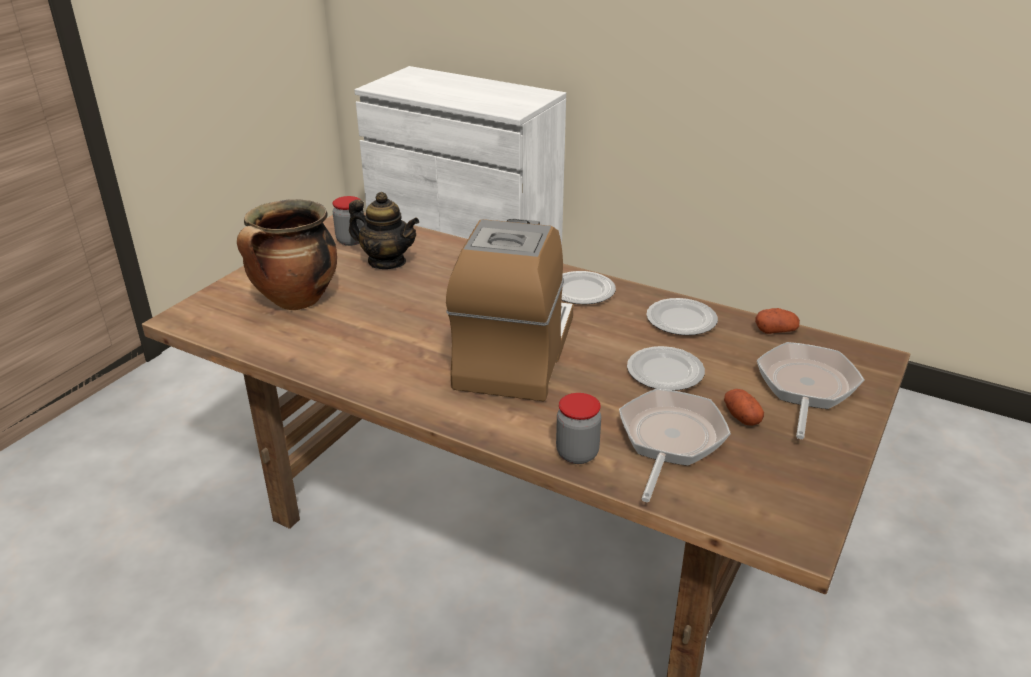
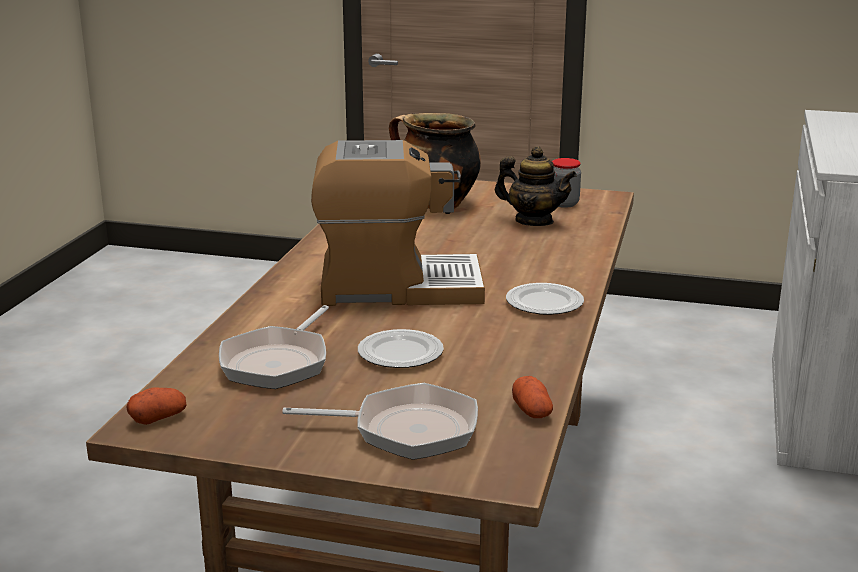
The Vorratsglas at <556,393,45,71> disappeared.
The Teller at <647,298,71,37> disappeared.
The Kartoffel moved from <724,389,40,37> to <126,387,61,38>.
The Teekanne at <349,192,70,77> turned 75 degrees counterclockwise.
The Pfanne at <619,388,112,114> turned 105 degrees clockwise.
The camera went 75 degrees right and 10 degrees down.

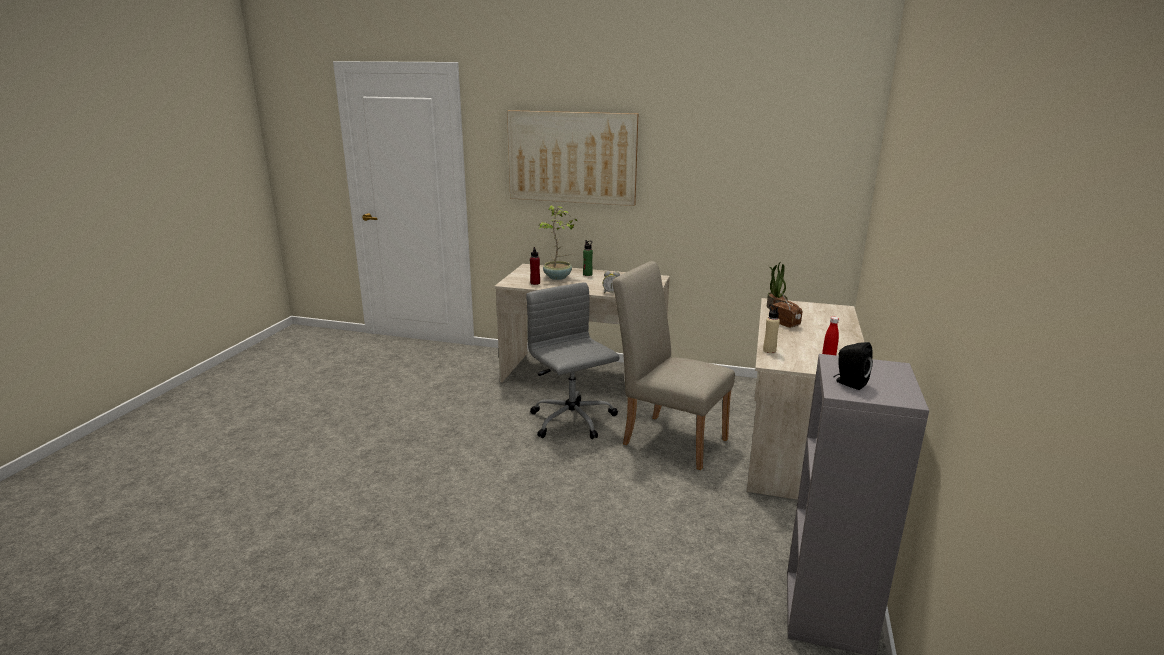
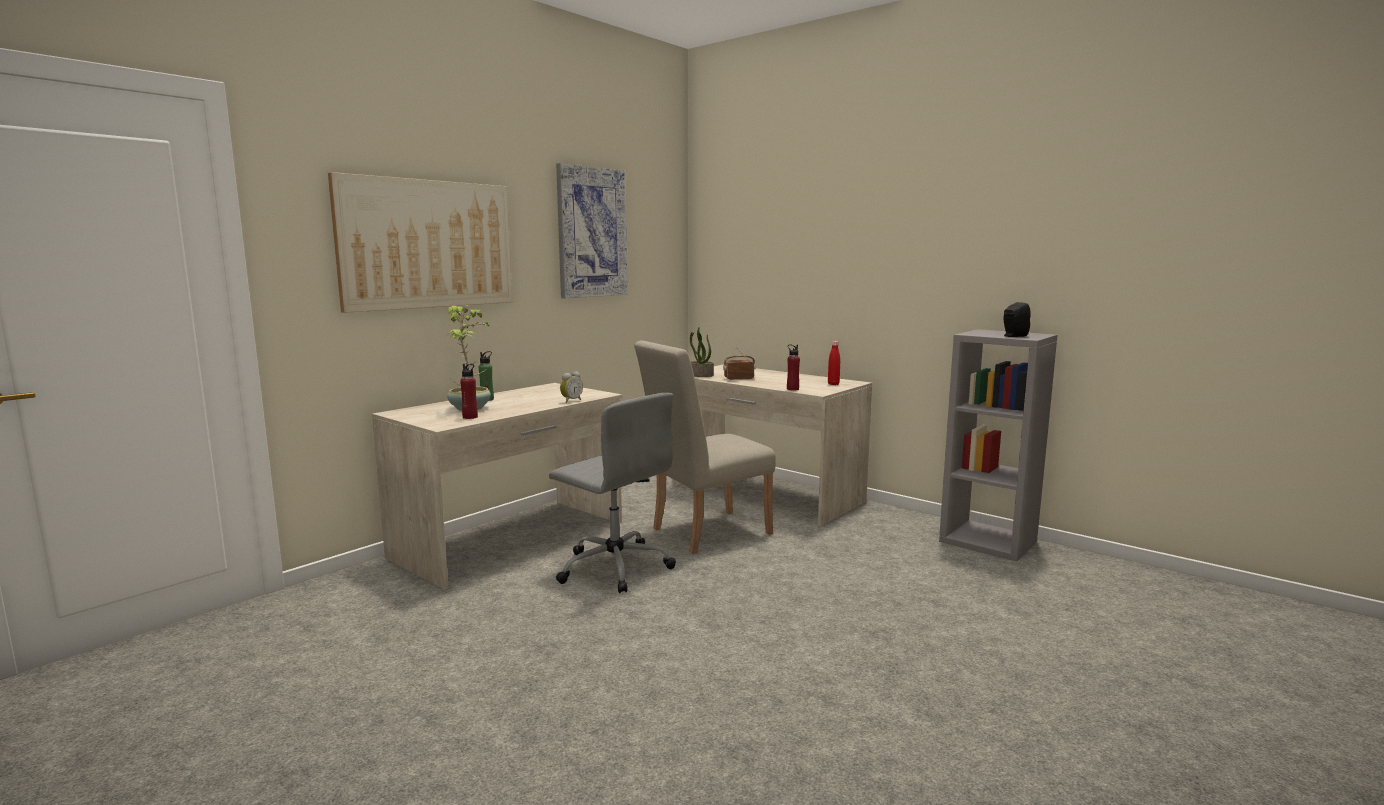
The Bild at <556,163,72,135> appeared.
The Flasche (beige) at <763,304,17,49> became the Flasche (rot) at <787,344,13,47>.
The Bürostuhl (grau) at <526,282,94,157> turned 135 degrees counterclockwise.
The camera went 65 degrees left and 10 degrees down.

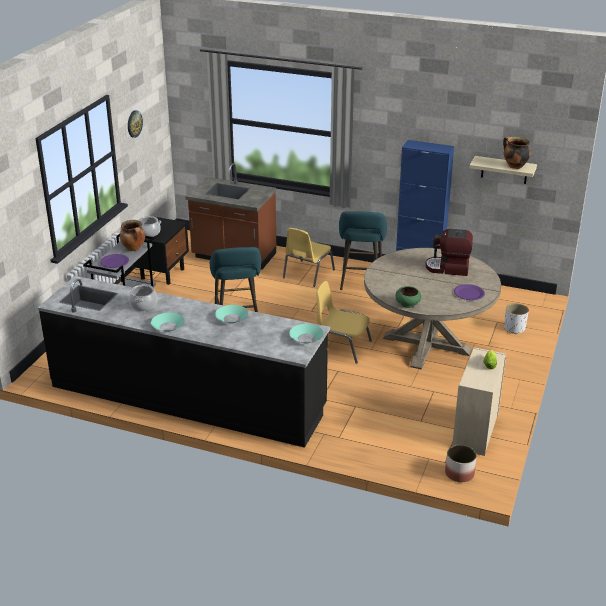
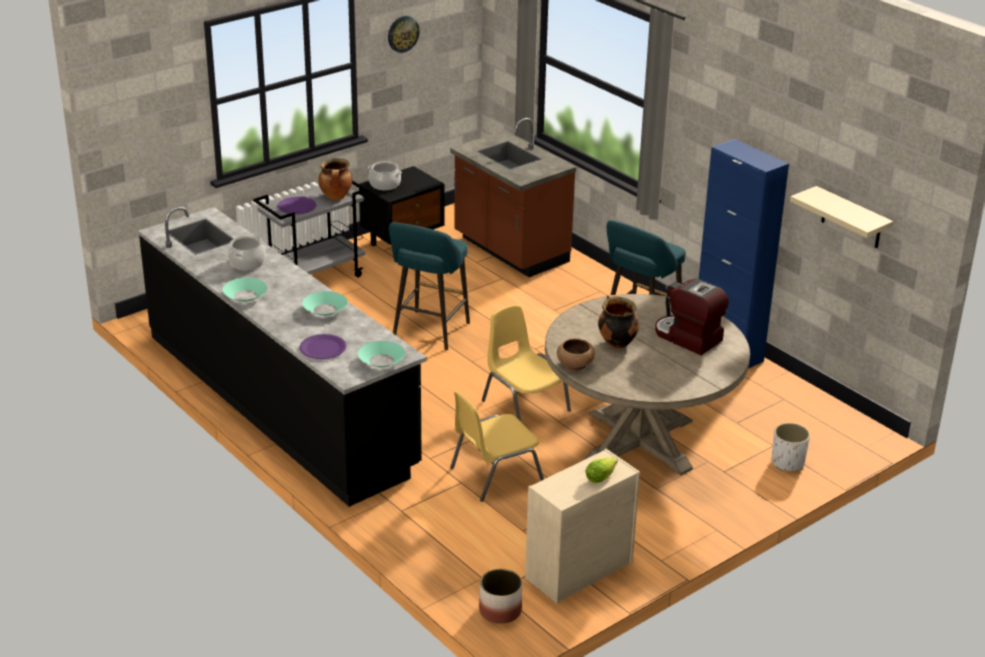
The Stuhl (gelb) moved from <283,228,52,59> to <450,391,94,111>.
The Teller (lila) moved from <454,284,31,16> to <300,334,46,25>.
The Kochtopf moved from <503,137,27,32> to <598,295,41,54>.
The Schüssel (grün) at <395,286,26,22> became the Schüssel (braun) at <557,338,38,33>.
The camera went 30 degrees right and 0 degrees up.

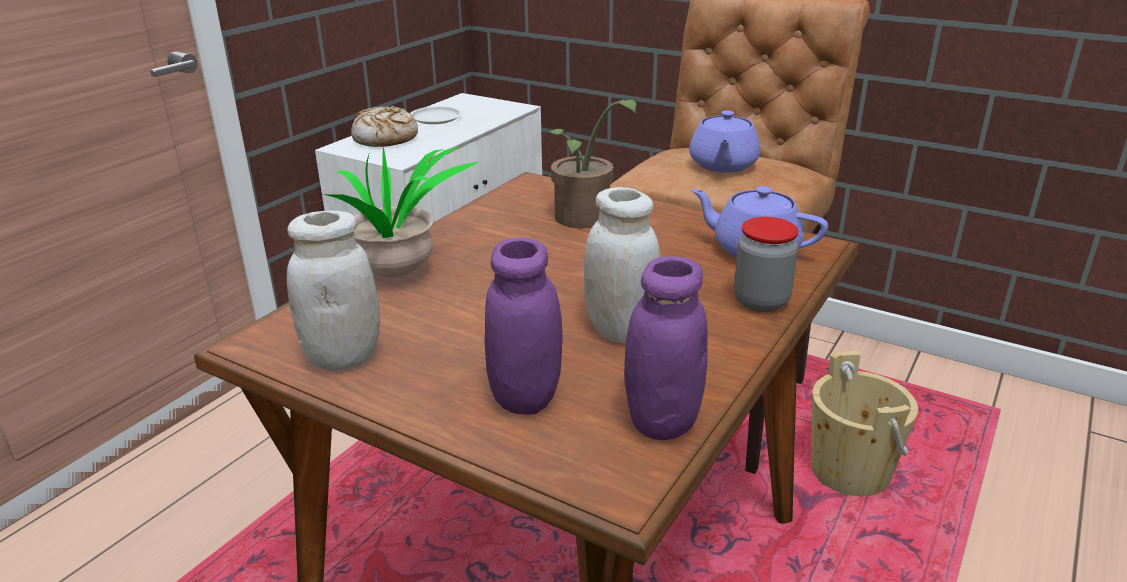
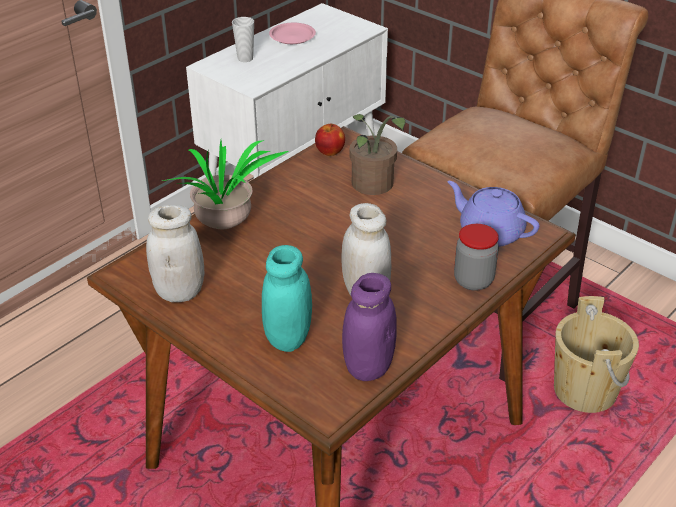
The Teekanne (lila) at <689,111,71,62> disappeared.
The Apfel at <315,124,30,32> appeared.
The Brot at <351,106,67,41> was replaced by the Tasse at <232,17,22,45>.
The Teller (weiß) at <411,106,51,18> became the Teller (rosa) at <269,23,47,21>.
The Vorratsglas (lila) at <484,237,79,178> became the Vorratsglas (türkis) at <262,245,50,107>.
The camera went 10 degrees right and 10 degrees up.

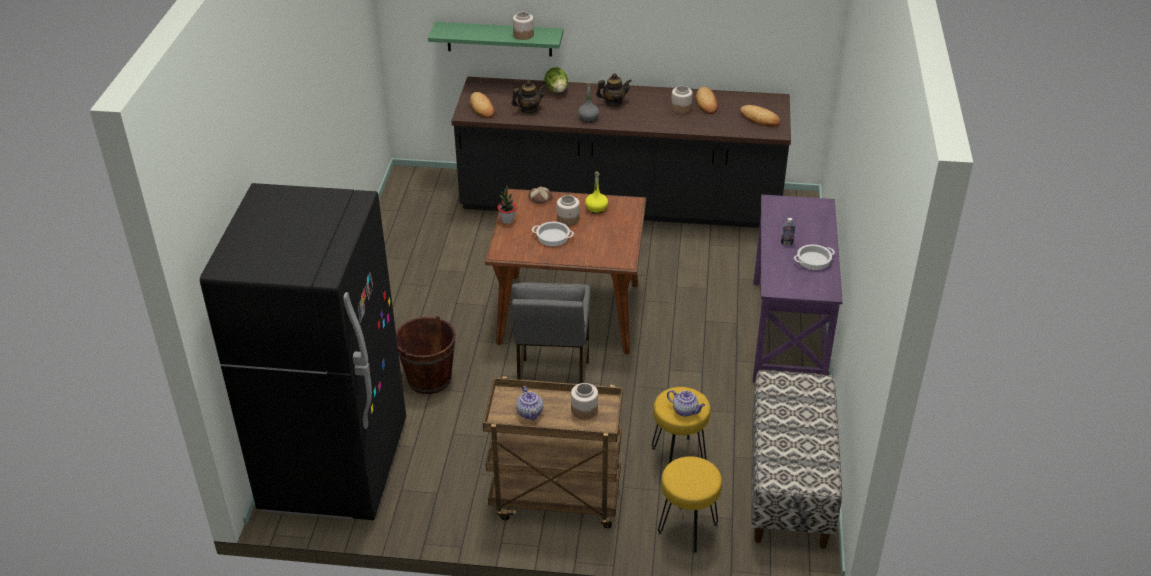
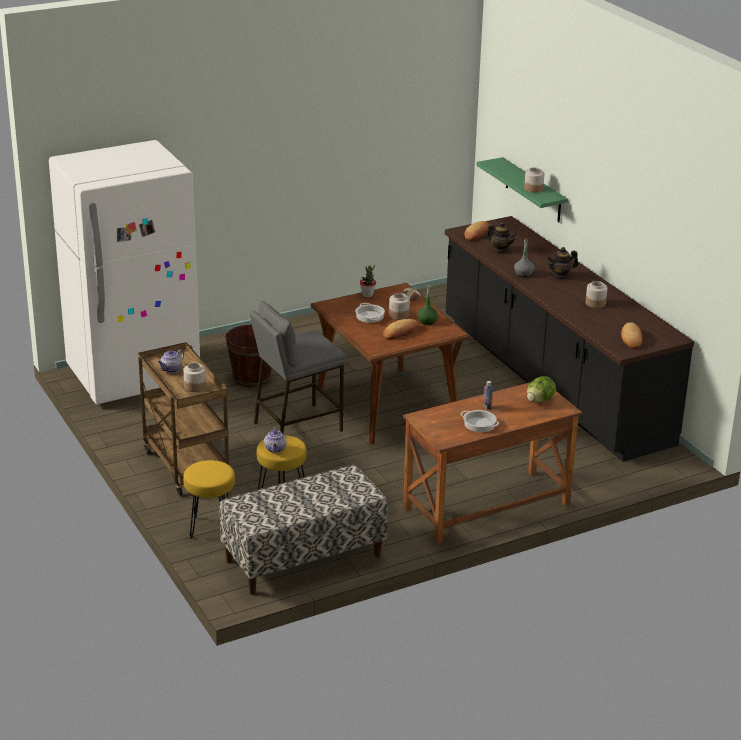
The Salatkopf moved from <544,67,24,26> to <527,376,29,27>.
The Brot moved from <696,87,22,27> to <383,319,35,21>.
The Kühlschrank (schwarz) at <200,183,206,337> became the Kühlschrank (weiß) at <49,140,151,265>.
The Flasche (gelb) at <585,172,23,42> became the Flasche (grün) at <417,285,21,40>.
The Schreibtisch (lila) at <753,194,90,189> became the Schreibtisch (braun) at <403,382,179,162>.
The Teekanne at <596,73,35,33> turned 120 degrees clockwise.
The camera went 55 degrees right and 10 degrees down.

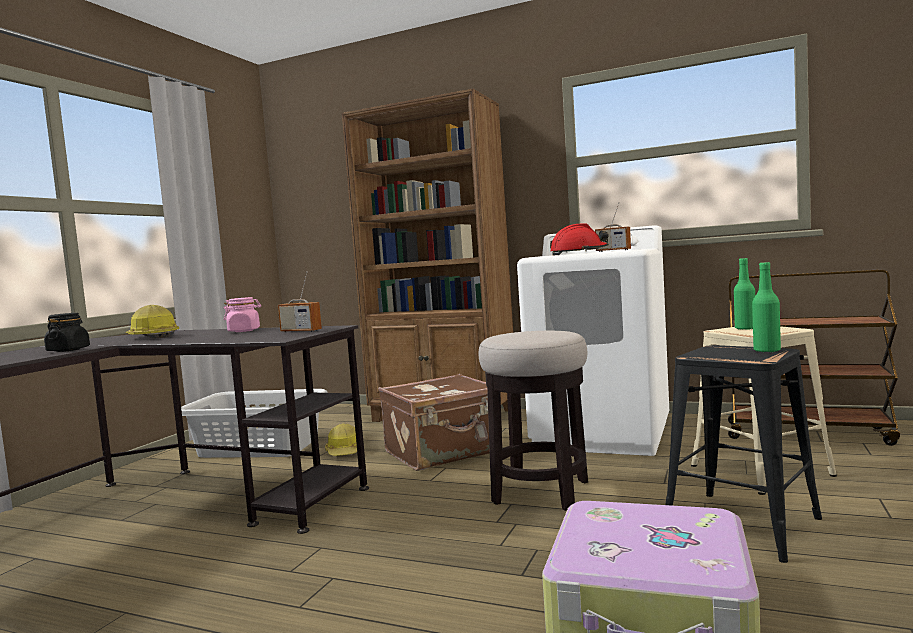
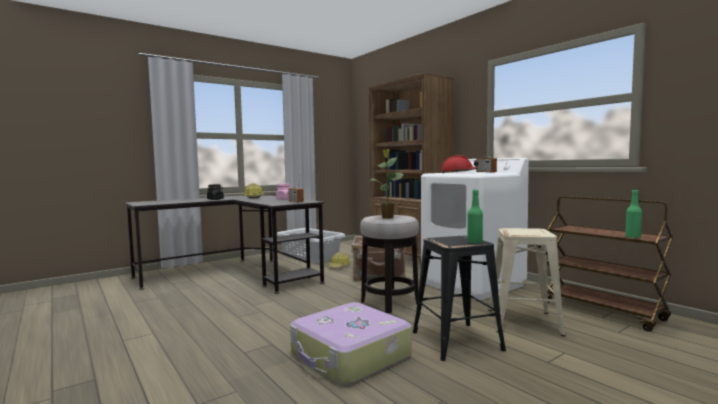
The Topfpflanze at <371,149,33,70> appeared.
The Flasche (grün) moved from <734,258,21,72> to <625,190,17,48>.
The camera went 30 degrees right and 0 degrees up.

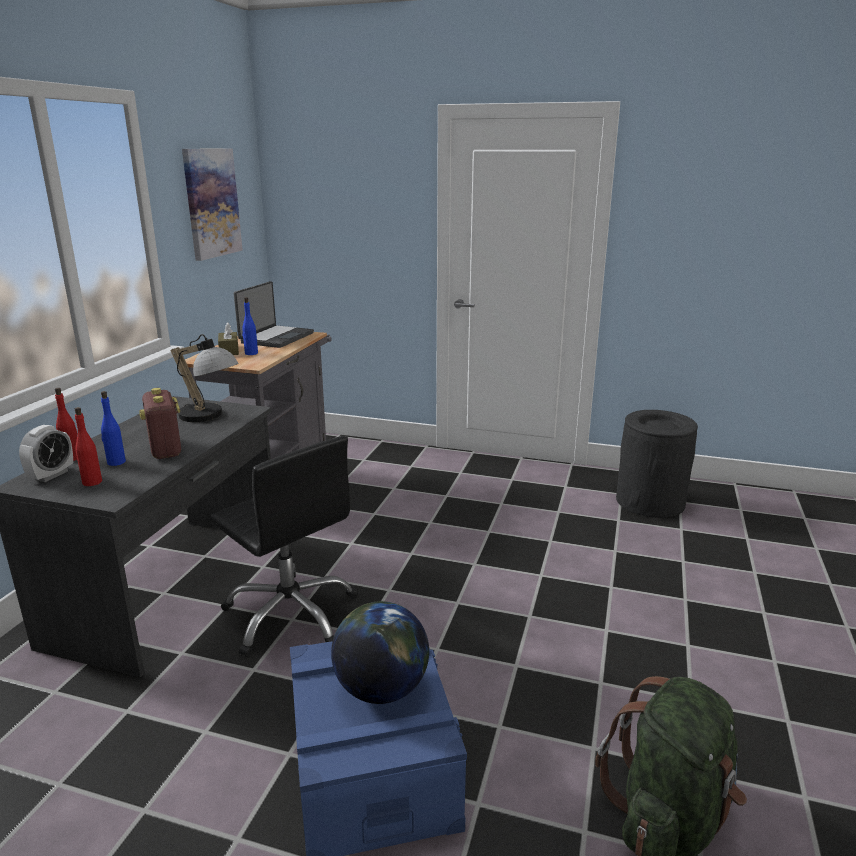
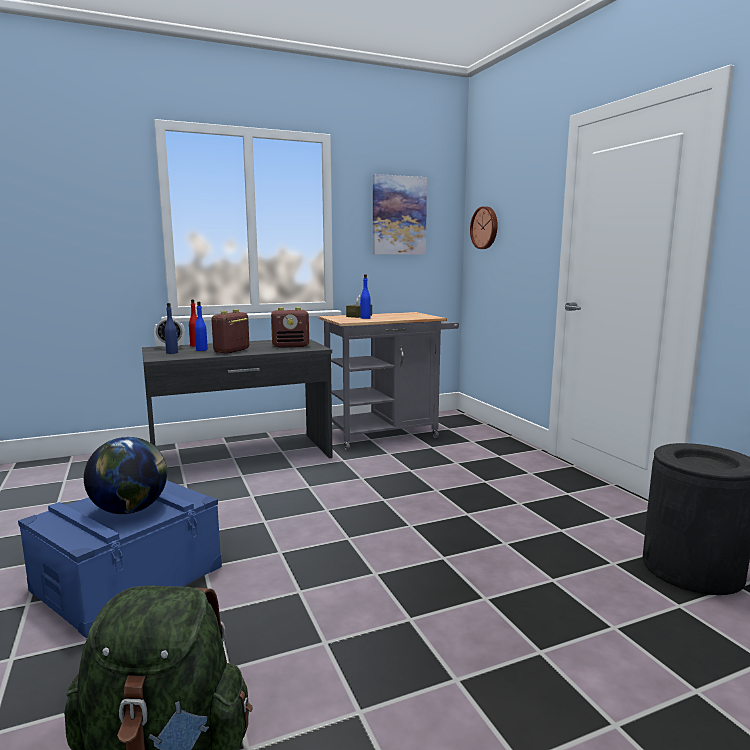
The Bürostuhl (schwarz) at <210,436,148,221> disappeared.
The Laptop at <234,281,80,67> disappeared.
The Wanduhr at <470,206,28,43> appeared.
The Tischlampe at <170,334,68,88> was replaced by the Radio at <271,307,38,41>.
The Flasche (rot) at <75,407,27,79> became the Flasche (blau) at <165,303,13,51>.
The camera went 50 degrees right and 10 degrees down.

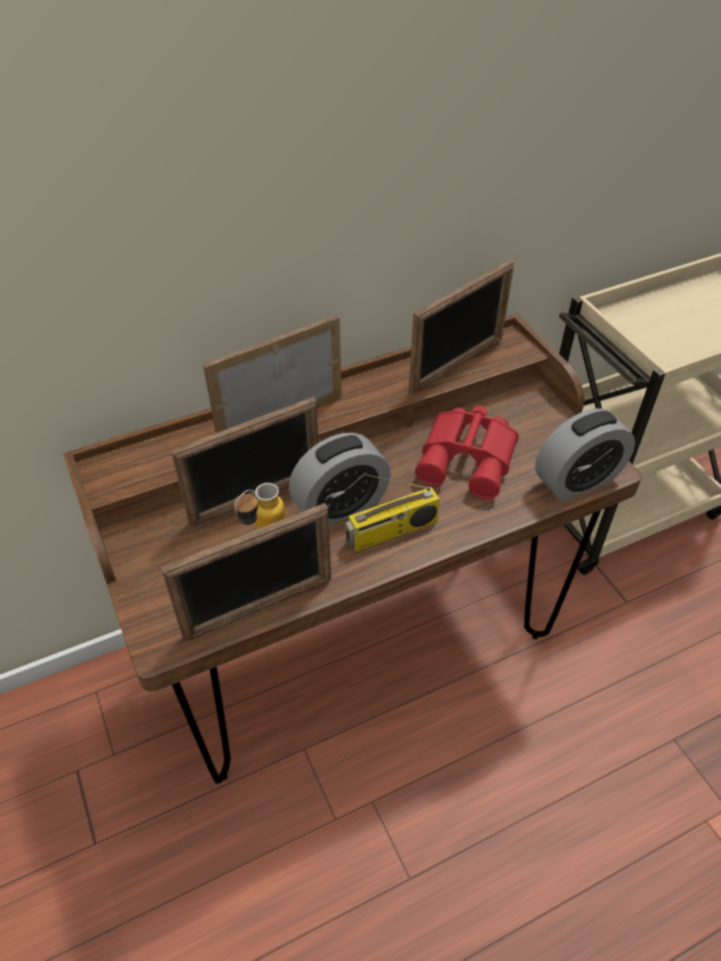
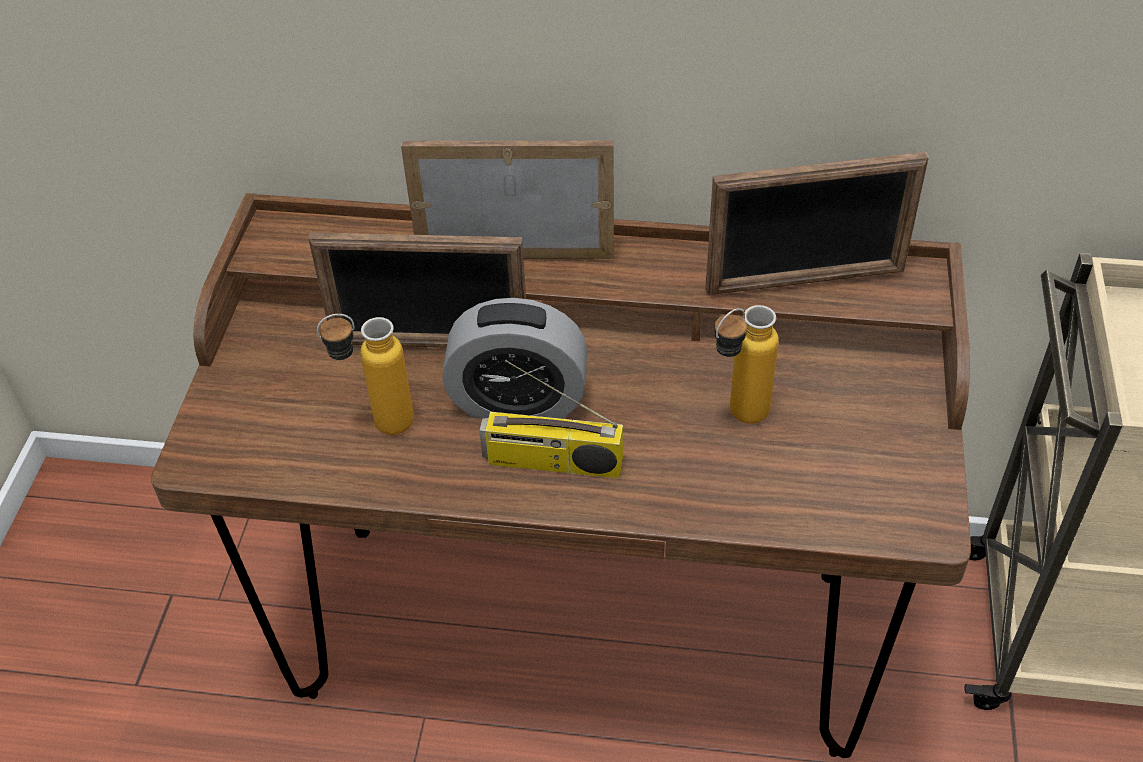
The Bilderrahmen at <161,503,170,139> disappeared.
The Wecker at <535,408,100,93> disappeared.
The Fernglas (rot) at <415,405,104,94> was replaced by the Flasche at <714,305,65,119>.
The camera went 35 degrees right and 0 degrees up.

